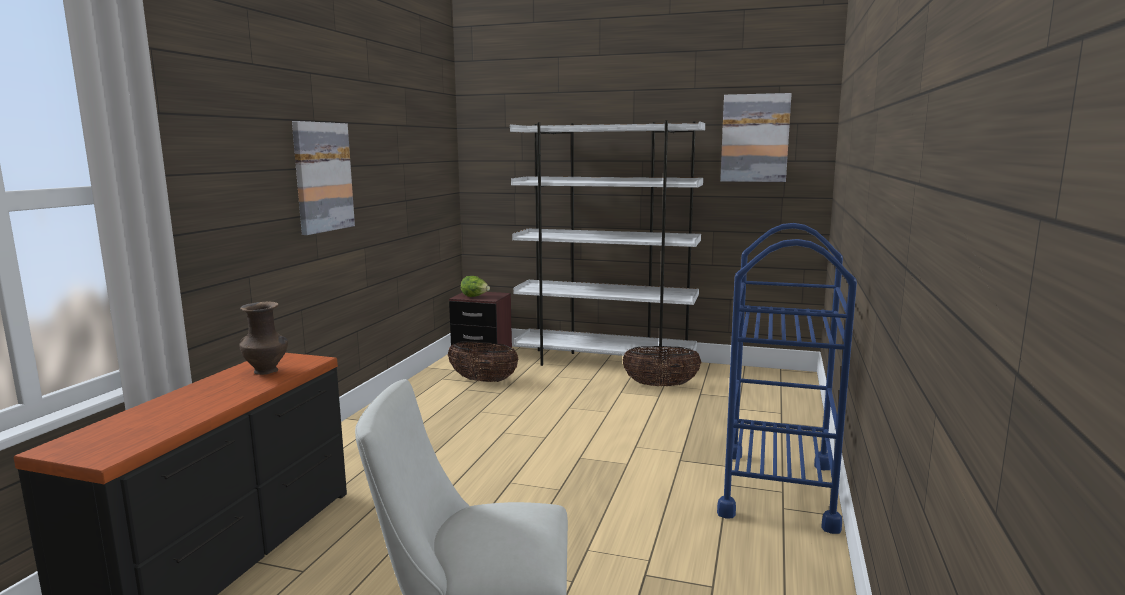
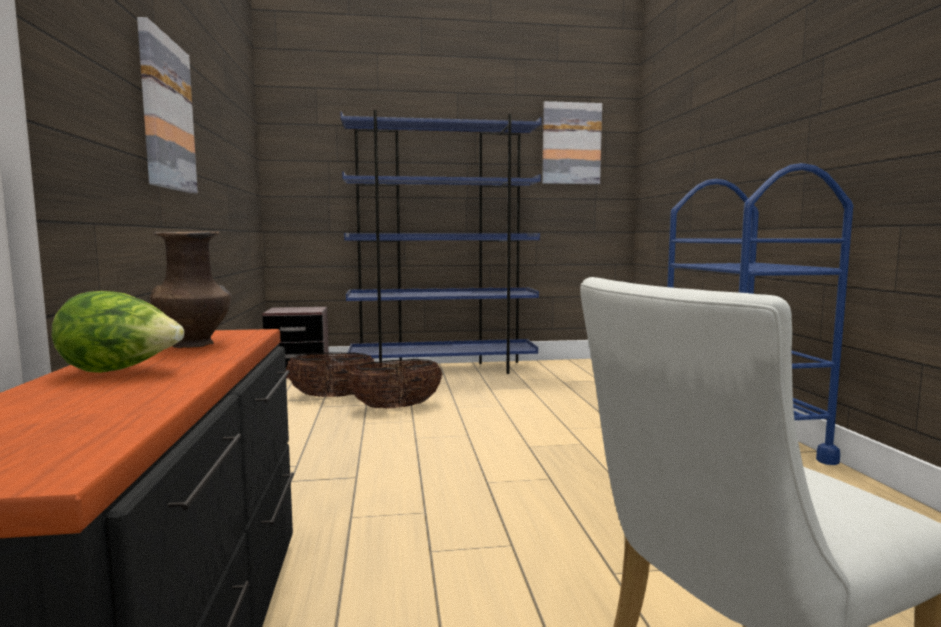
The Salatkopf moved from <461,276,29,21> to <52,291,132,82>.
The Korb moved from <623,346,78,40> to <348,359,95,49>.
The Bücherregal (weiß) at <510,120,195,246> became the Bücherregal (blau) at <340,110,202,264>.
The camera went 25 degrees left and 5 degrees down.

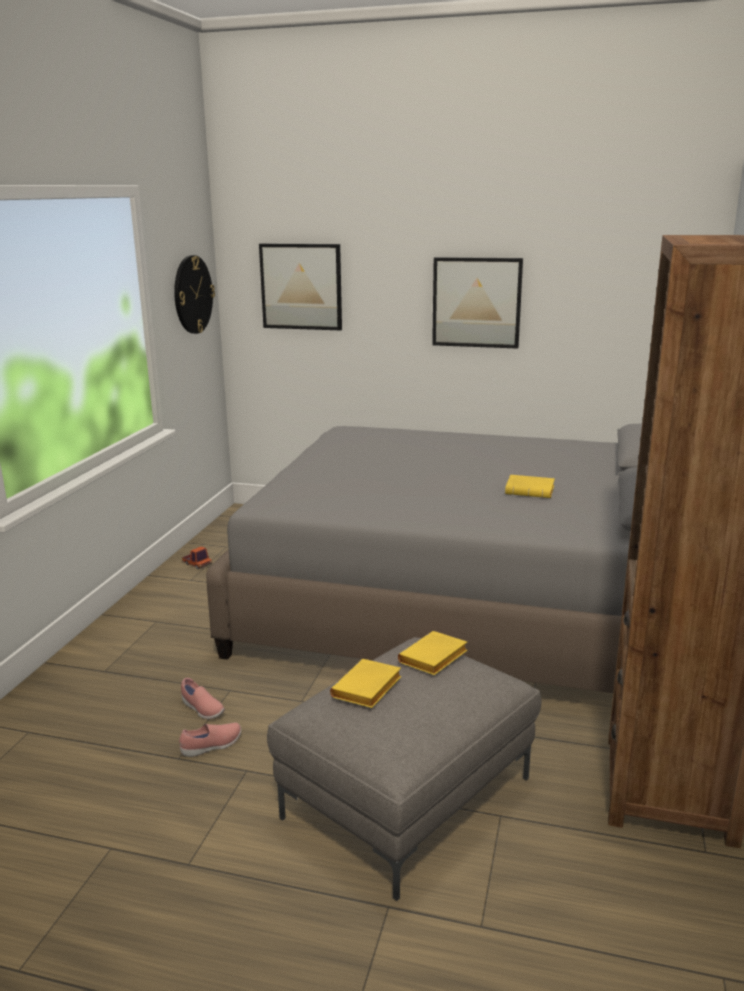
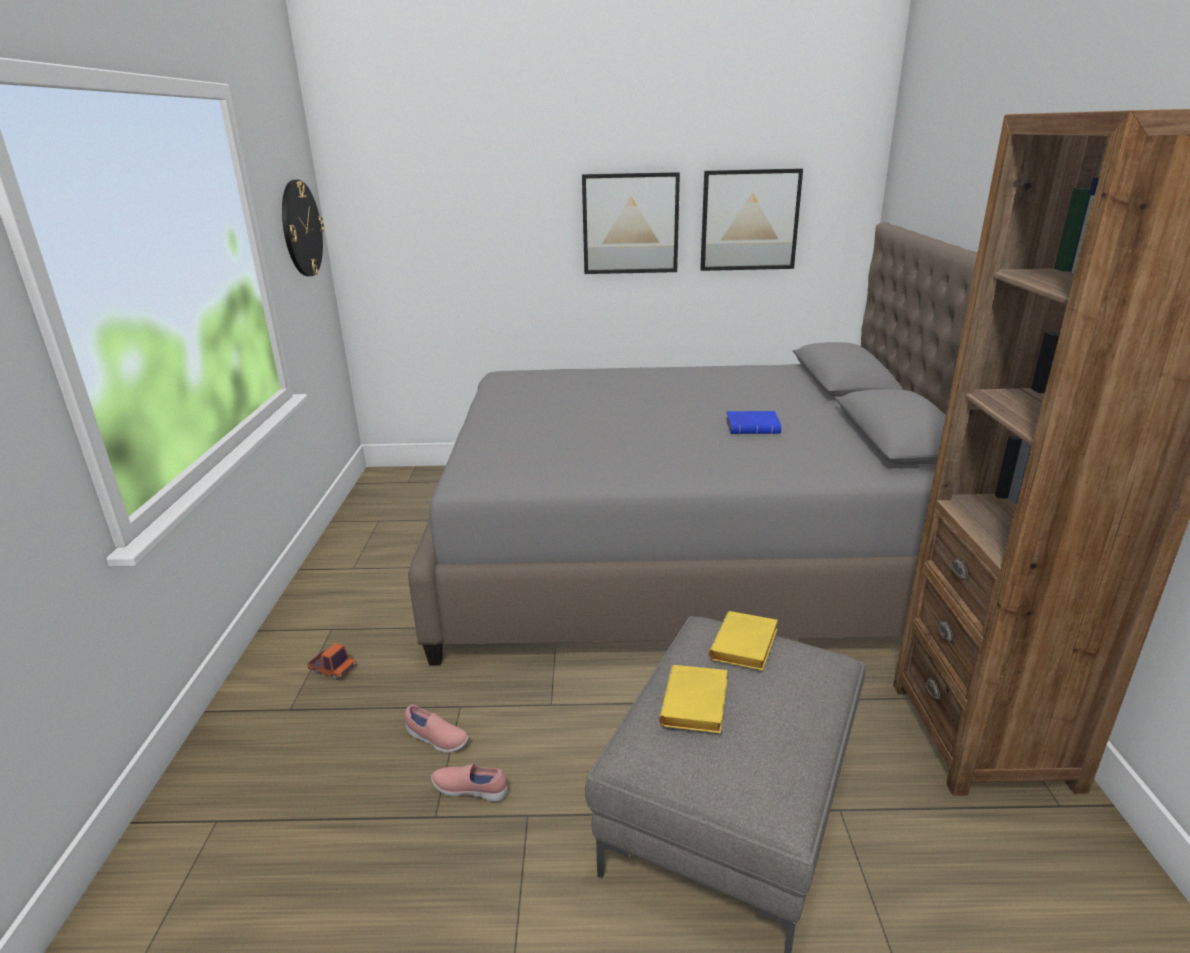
The Spielzeuglaster moved from <182,546,30,23> to <307,643,49,37>.
The Bild moved from <259,244,83,86> to <700,168,103,103>.
The Buch (gelb) at <505,475,50,23> became the Buch (blau) at <726,411,55,23>.
The Schuh (rosa) at <179,723,62,34> turned 120 degrees counterclockwise.
The camera went 15 degrees left and 5 degrees up.

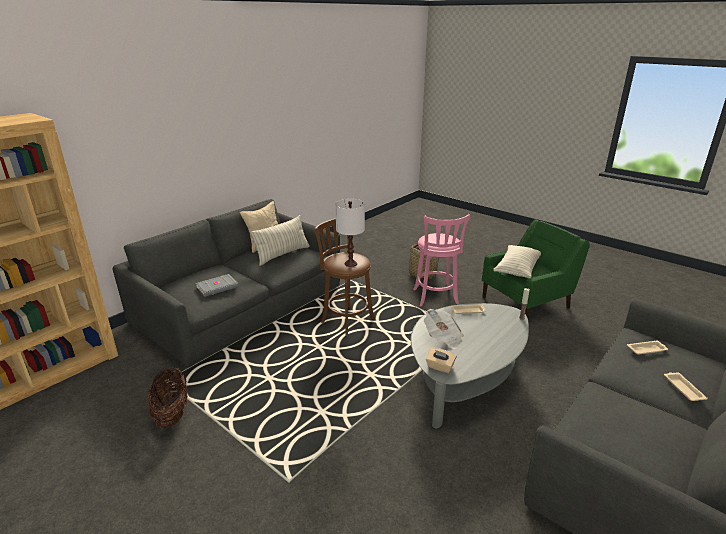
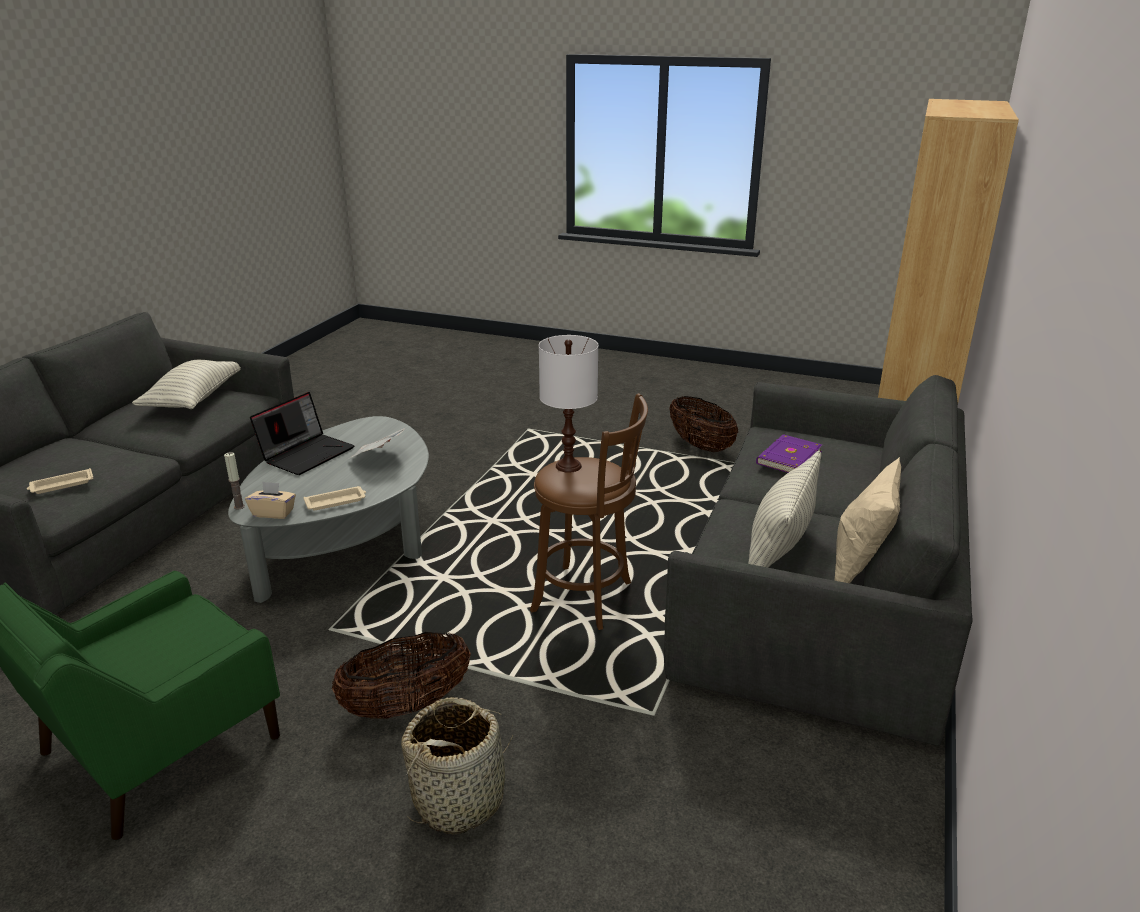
The Tablett (beige) at <664,372,44,29> disappeared.
The Laptop at <250,392,104,83> appeared.
The Taschentuchbox (beige) moved from <426,348,31,25> to <245,482,51,37>.
The Kissen moved from <493,245,48,33> to <132,360,109,49>.
The Hocker (rosa) at <413,214,57,92> was replaced by the Korb at <332,632,139,87>.
The Buch (grau) at <196,274,43,23> became the Buch (lila) at <756,434,66,39>.
The camera went 160 degrees right and 0 degrees up.

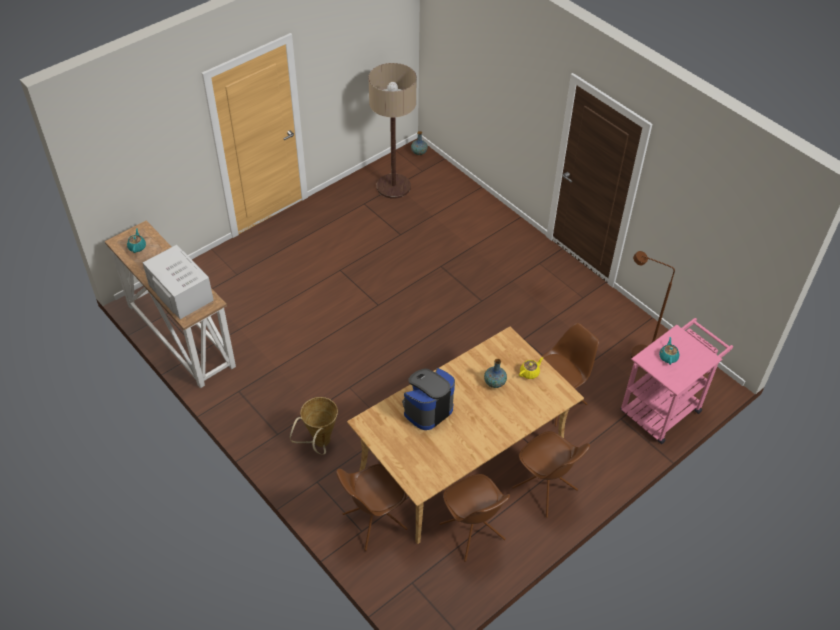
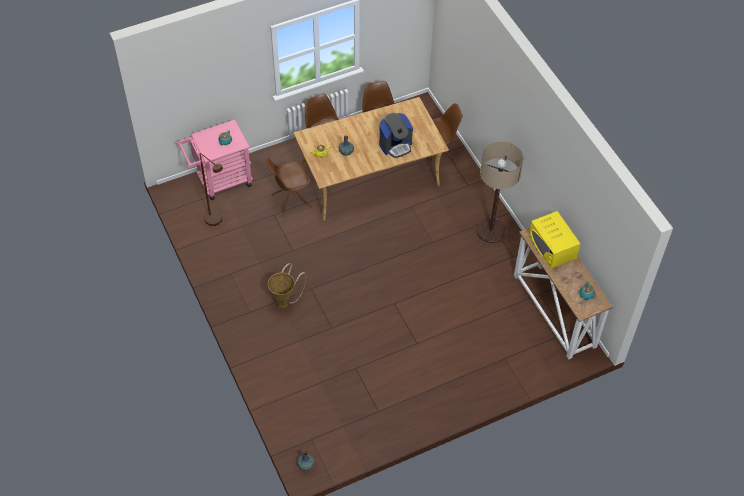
The Korb moved from <290,397,48,57> to <268,263,38,46>.
The Stehlampe moved from <368,63,48,135> to <476,141,48,102>.
The Mikrowelle (weiß) at <143,245,71,74> became the Mikrowelle (gelb) at <529,211,51,58>.
The camera went 165 degrees left and 5 degrees up.

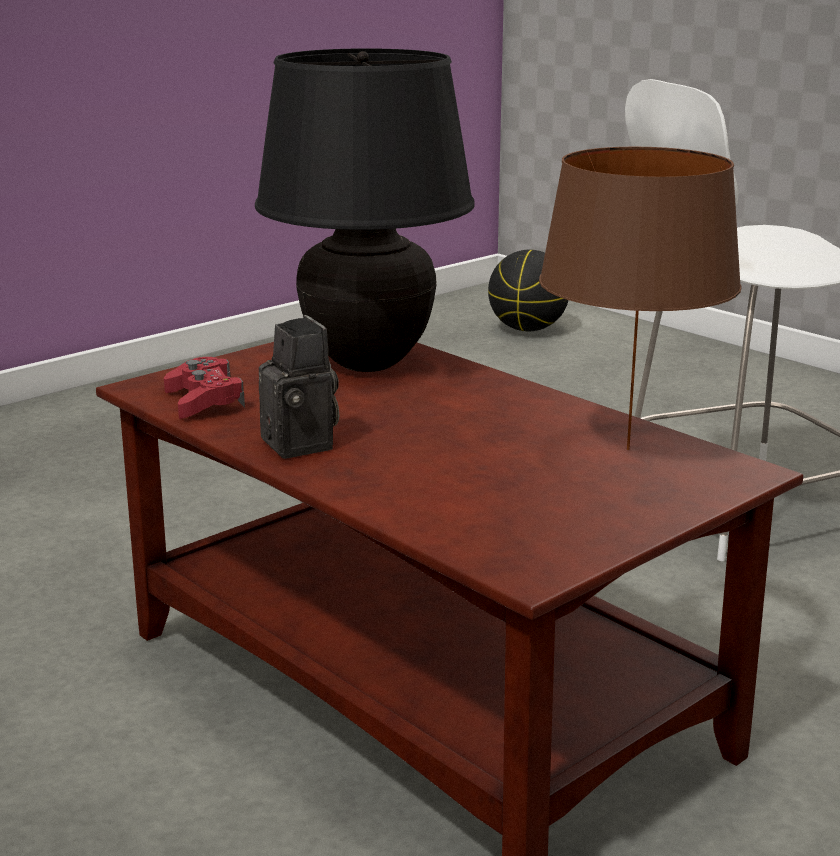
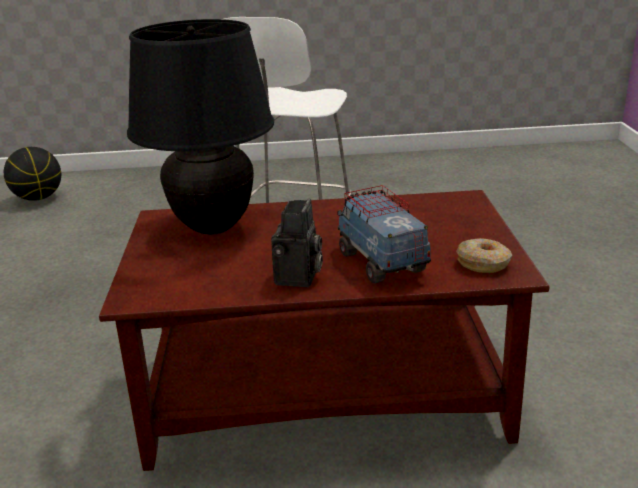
The Gamepad (rot) at <164,357,81,62> disappeared.
The Tischlampe (braun) at <539,147,203,303> disappeared.
The Spielzeuglaster at <337,185,94,98> appeared.
The Donut at <456,238,56,35> appeared.
The Kamera at <259,315,80,144> turned 90 degrees clockwise.
The camera went 50 degrees left and 5 degrees up.

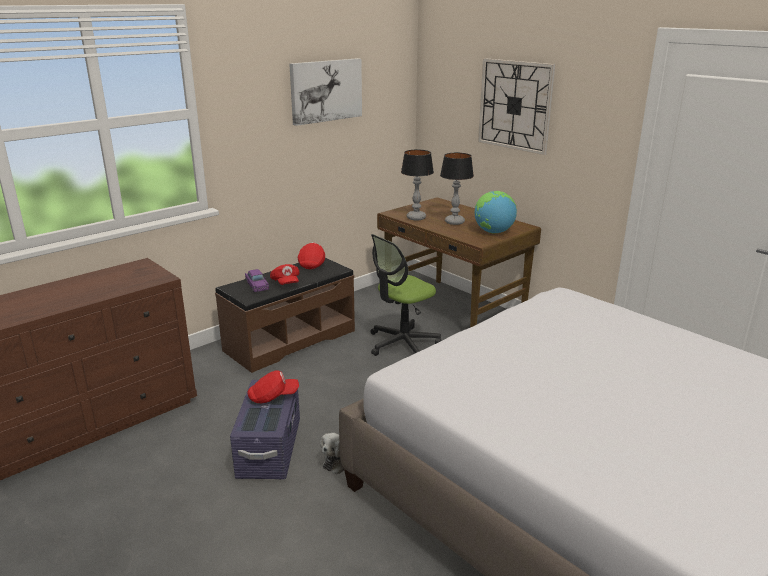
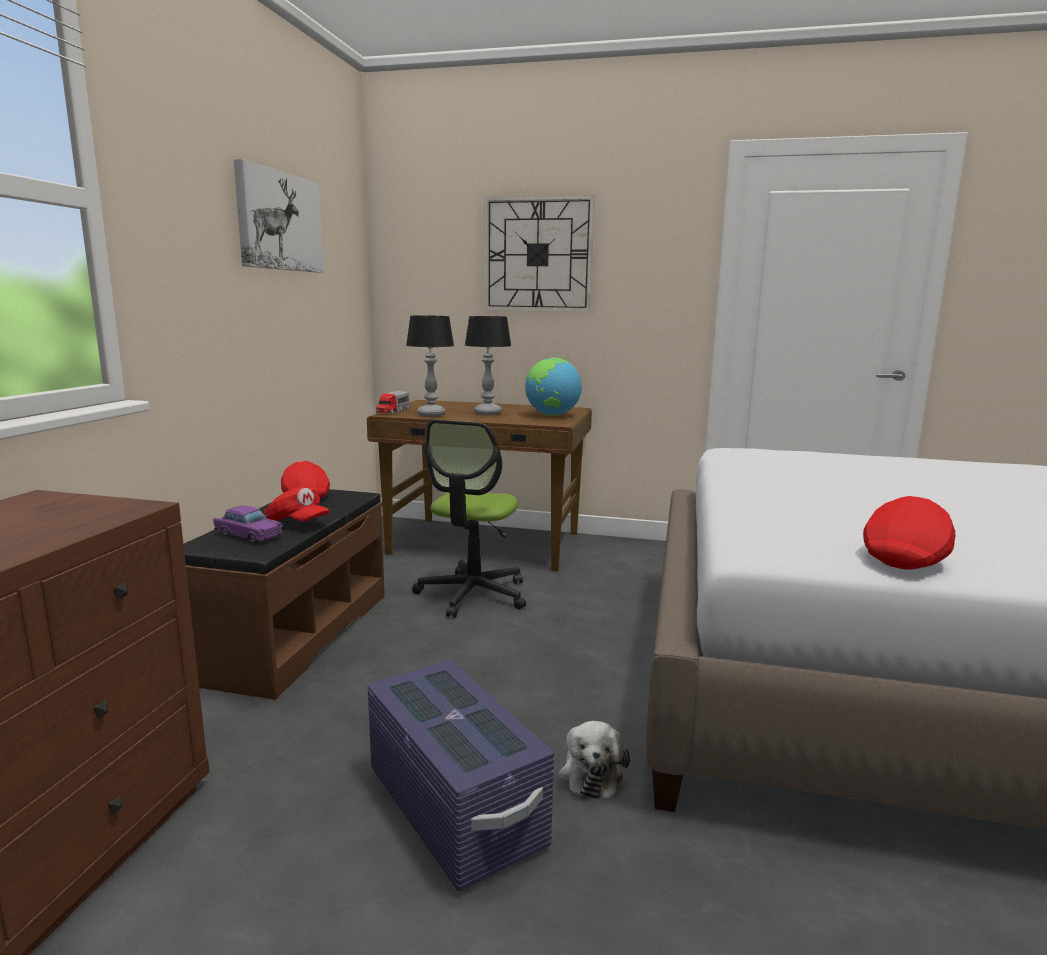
The Spielzeuglaster at <376,391,33,24> appeared.
The Kappe (rot) moved from <248,370,51,33> to <863,496,92,73>.
The camera went 35 degrees left and 10 degrees down.

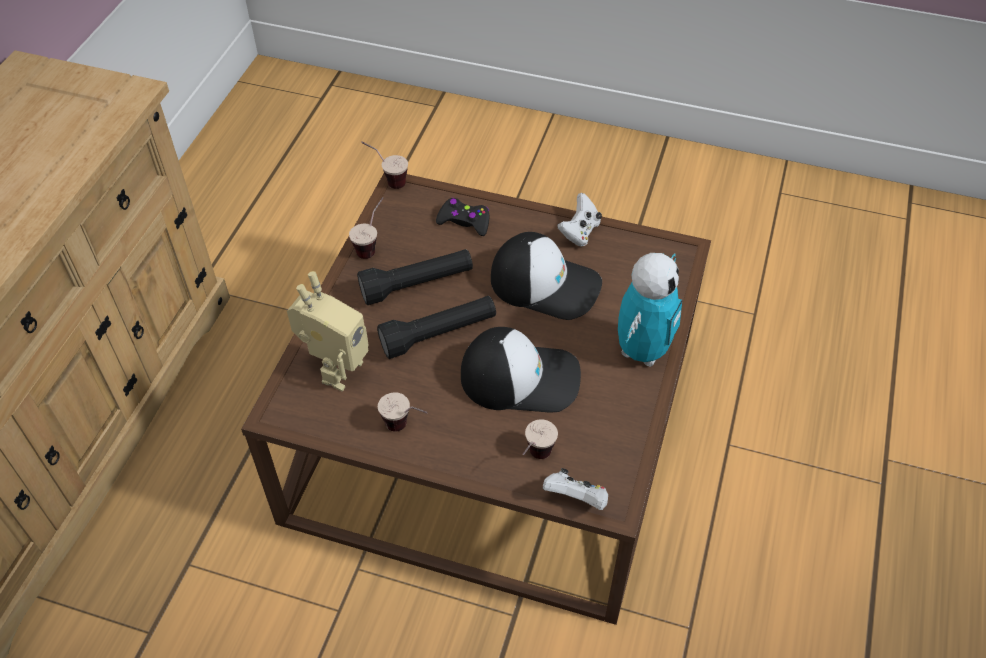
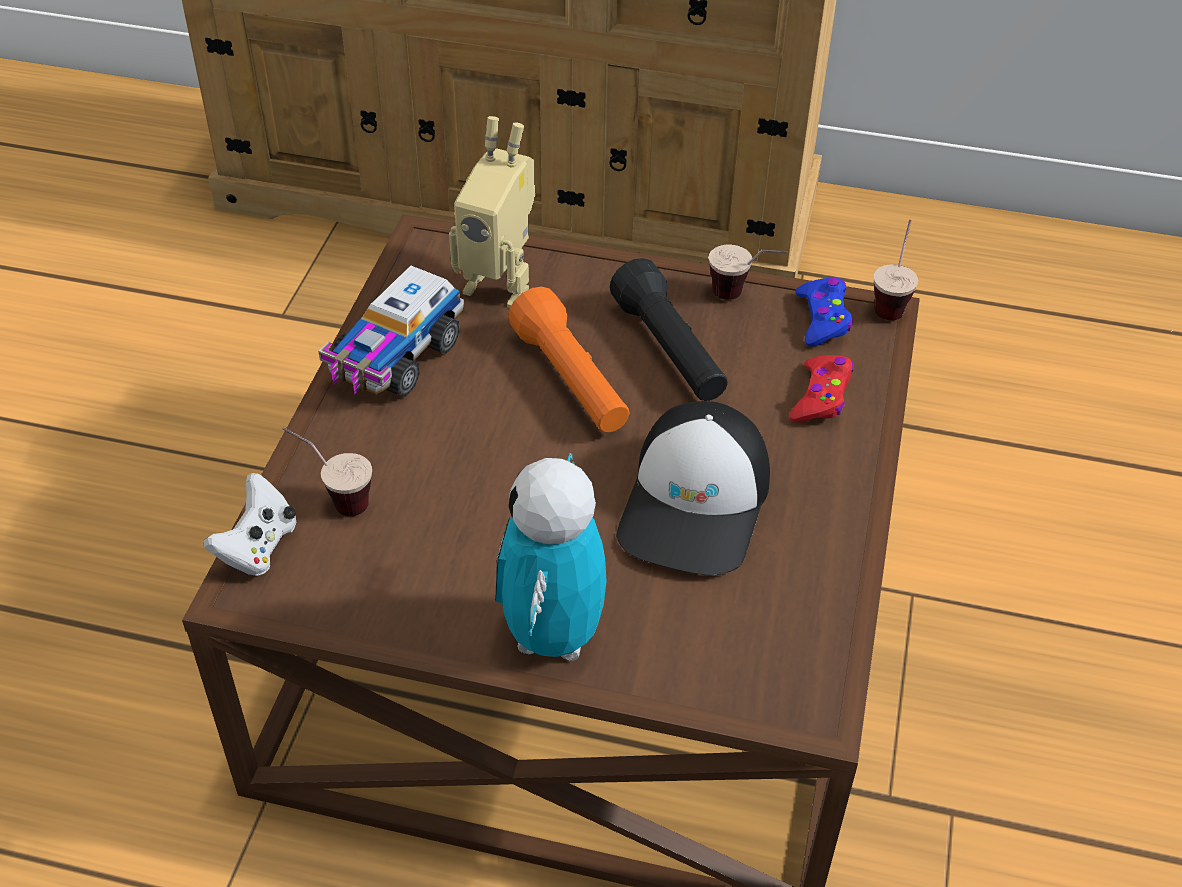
The Kappe at <461,327,120,86> disappeared.
The Gamepad (weiß) at <557,193,45,53> disappeared.
The Gamepad (blau) at <795,277,58,70> appeared.
The Tasse at <378,392,50,40> was replaced by the Spielzeuglaster at <318,265,146,132>.
The Taschenlampe (schwarz) at <377,296,119,63> became the Taschenlampe (orange) at <508,287,121,145>.
The Gamepad (schwarz) at <436,198,53,38> became the Gamepad (rot) at <790,355,64,67>.
The Spielzeugroboter at <618,253,64,114> turned 75 degrees clockwise.
The camera went 85 degrees right and 5 degrees down.

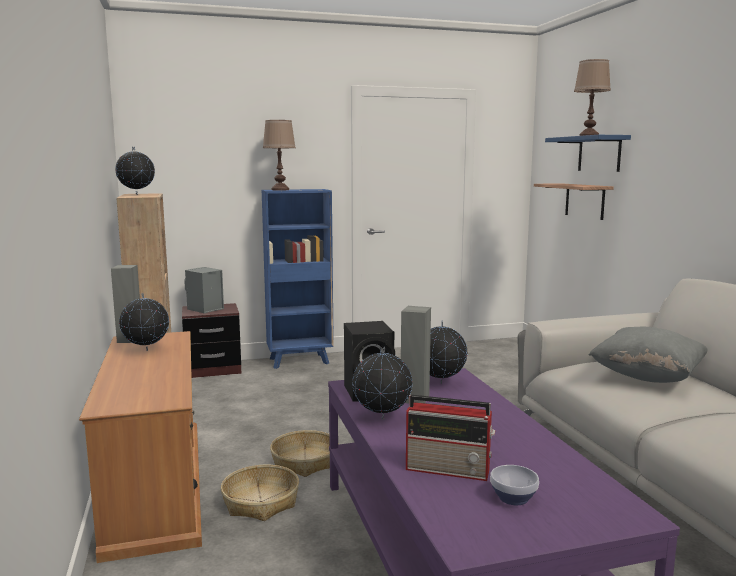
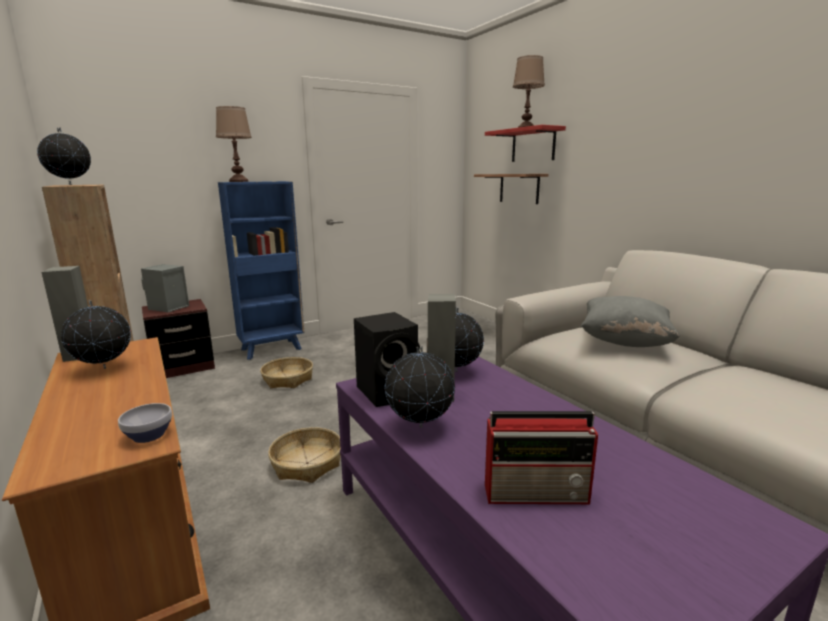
The Korb moved from <221,465,78,56> to <260,357,53,31>.
The Schüssel moved from <490,465,49,40> to <118,403,54,40>.
The Wandregal (blau) at <545,135,86,37> became the Wandregal (rot) at <485,125,81,37>.
The camera went 15 degrees left and 5 degrees up.

